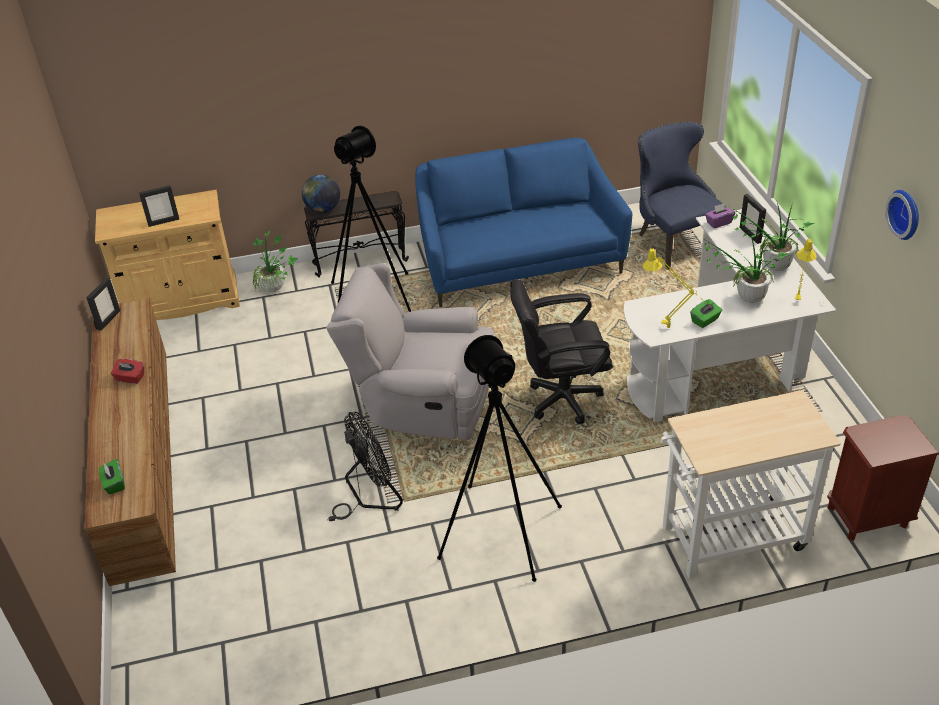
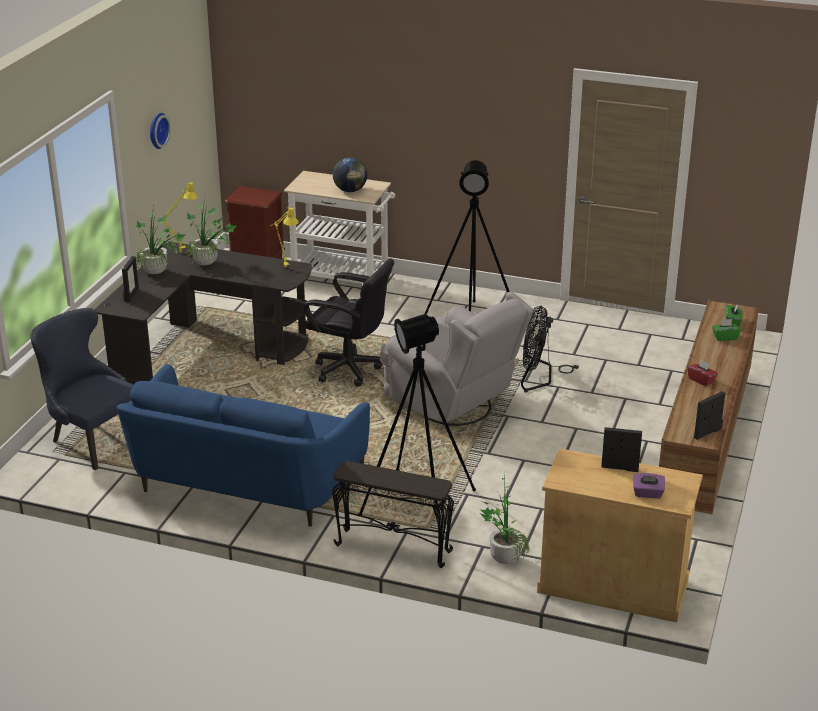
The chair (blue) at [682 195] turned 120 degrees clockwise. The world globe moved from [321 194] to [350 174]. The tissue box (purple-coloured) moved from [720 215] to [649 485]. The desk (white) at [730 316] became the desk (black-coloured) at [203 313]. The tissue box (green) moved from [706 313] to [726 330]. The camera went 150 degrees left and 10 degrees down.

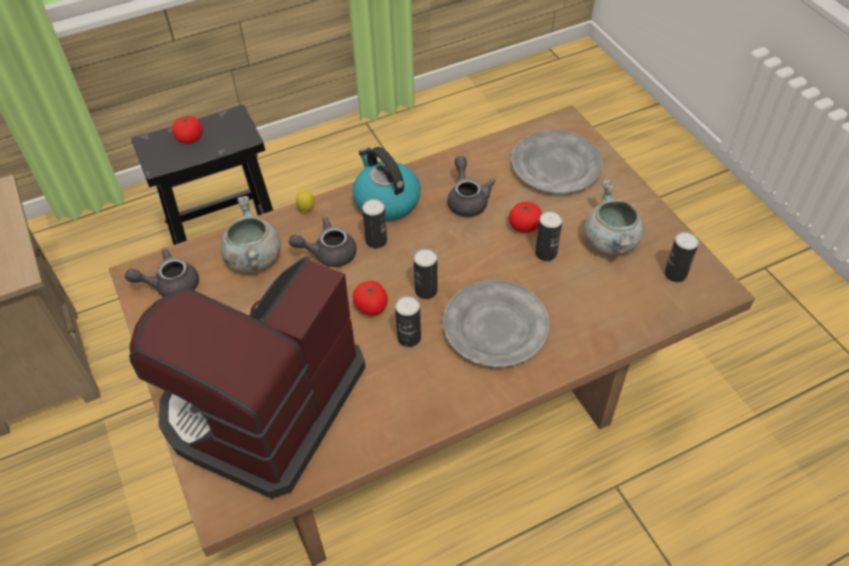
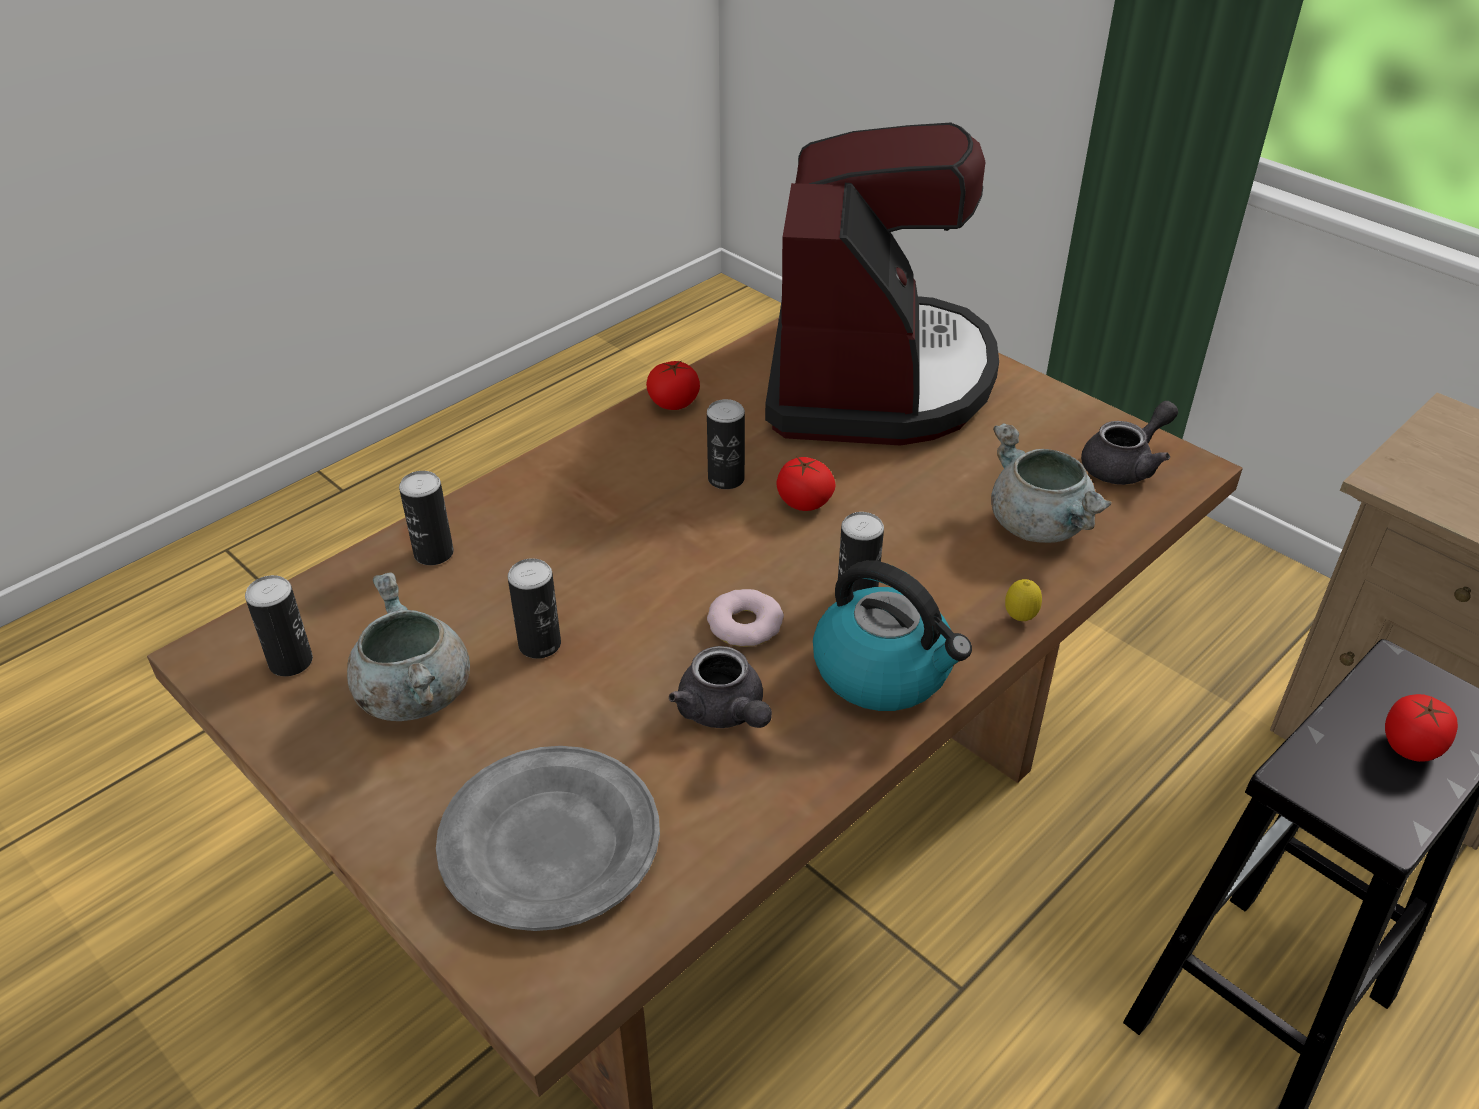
The fresh tomato moved from [525 217] to [673 385]. The pot for tea (greyish) at [323 241] disappeared. The can moved from [426 273] to [426 518]. The plate (greyish) at [496 323] disappeared. The ring doughnut at [745 618] appeared. The camera went 160 degrees right and 10 degrees down.

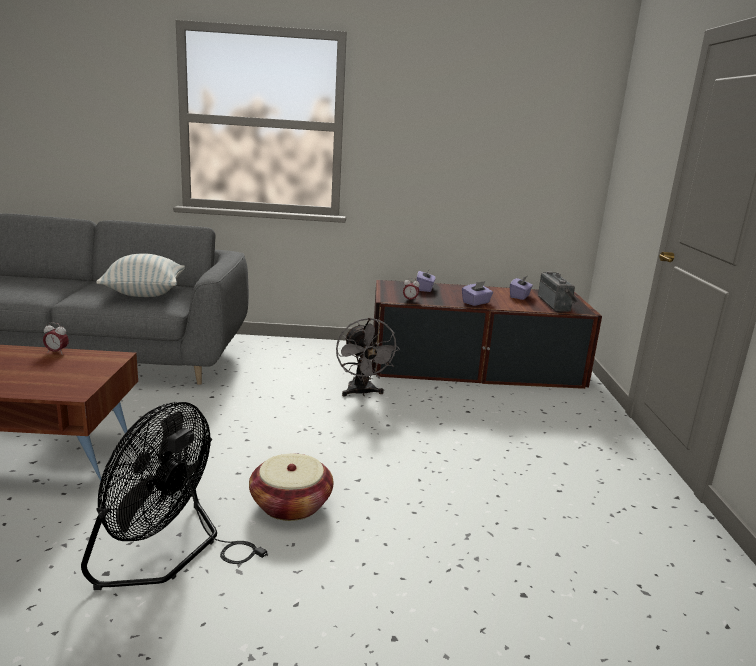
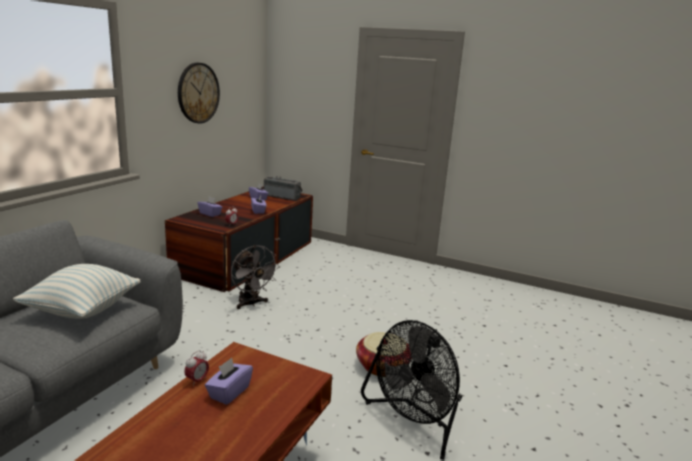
The fan (greyish) at [368 357] turned 45 degrees clockwise. The hanging clock at [199 93] appeared. The tissue box (purple-coloured) at [229 381] appeared. The camera went 65 degrees left and 0 degrees up.

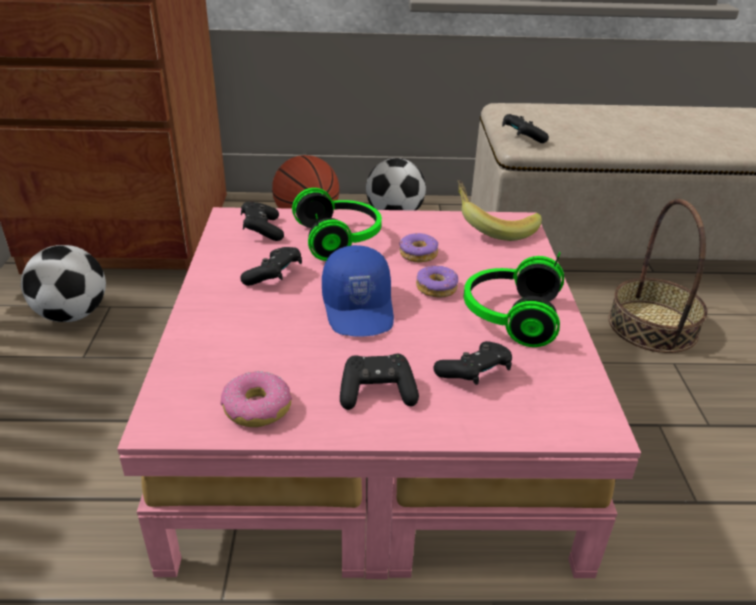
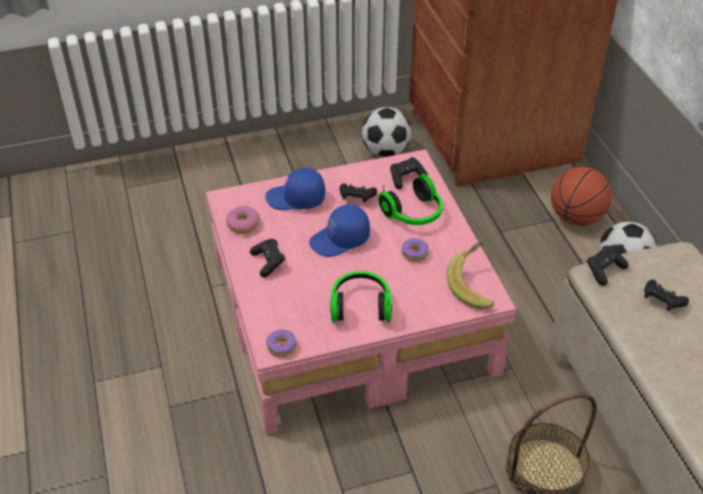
The ring doughnut moved from [437 281] to [281 343]. The gamepad (black-coloured) moved from [473 363] to [666 295]. The cap (blue) at [295 189] appeared. The camera went 75 degrees right and 10 degrees up.

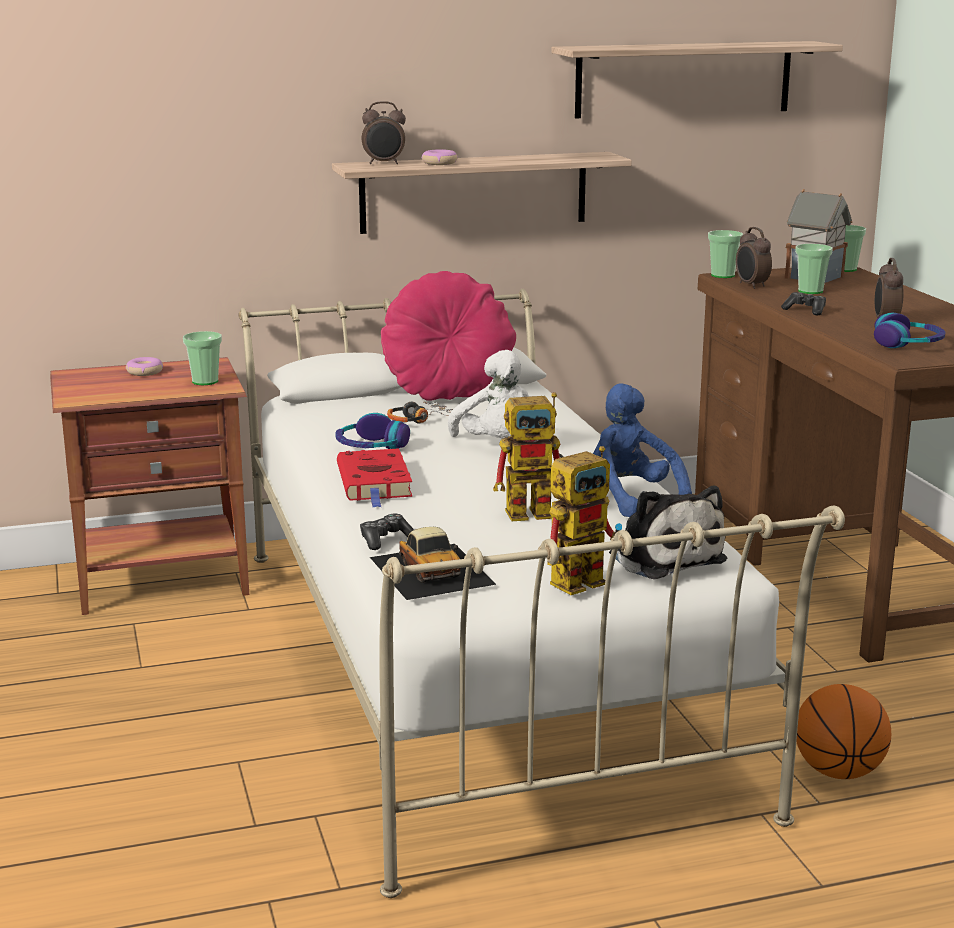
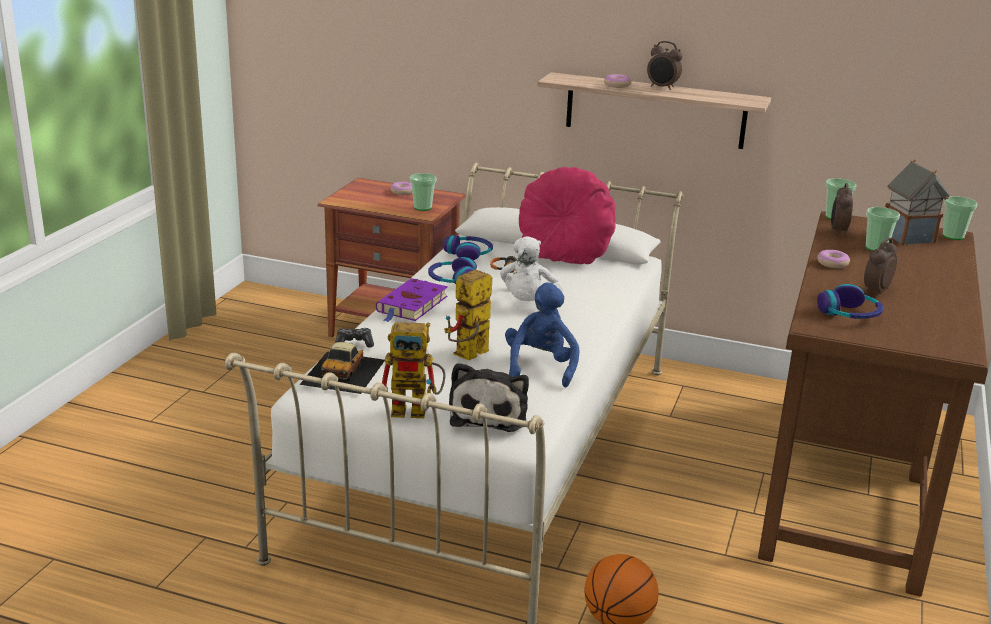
The wall shelf at [697 79] disappeared. The bedside clock moved from [384 132] to [664 65]. The gamepad at [803 303] was replaced by the ring doughnut at [833 259]. The model robot at [528 456] turned 105 degrees clockwise. The bound book (red) at [374 477] became the bound book (purple-coloured) at [412 300]. The pair of headphones at [468 247] appeared. The camera went 35 degrees right and 5 degrees up.

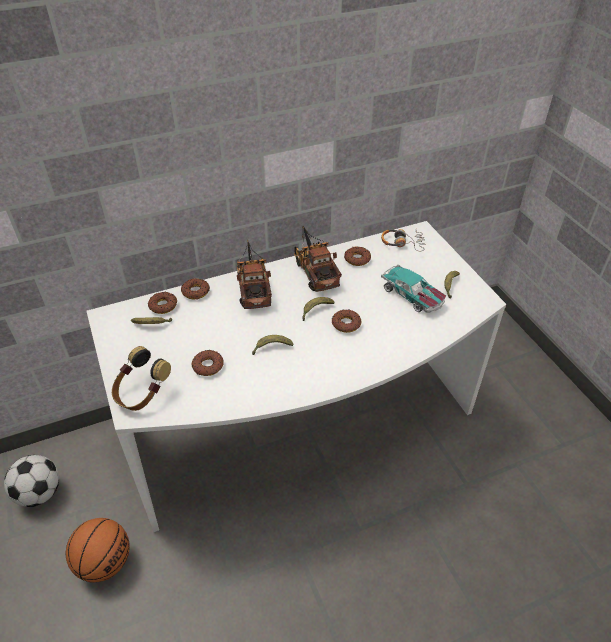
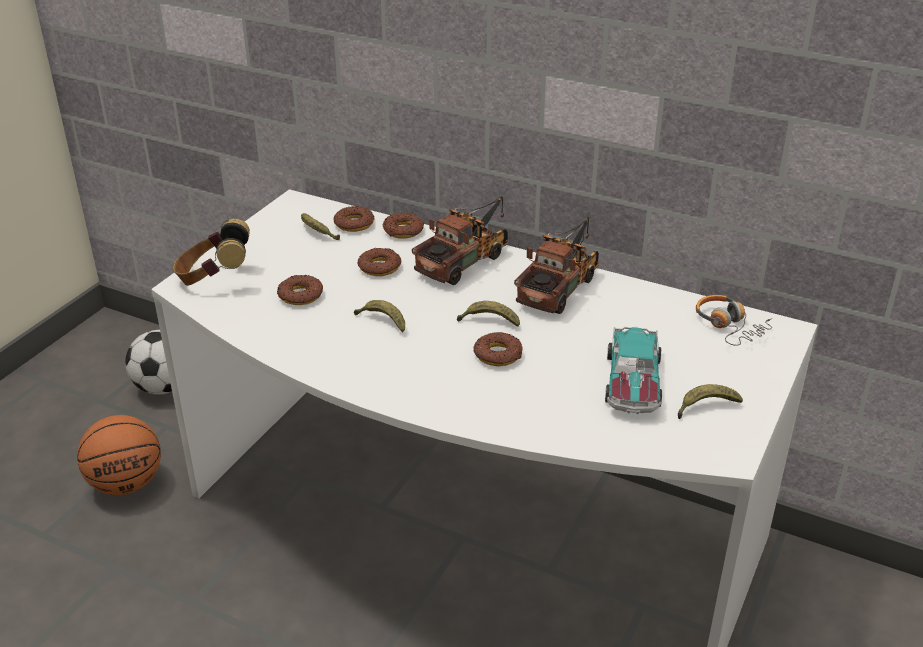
The ring doughnut moved from [357 256] to [379 262]. The camera went 50 degrees right and 10 degrees down.

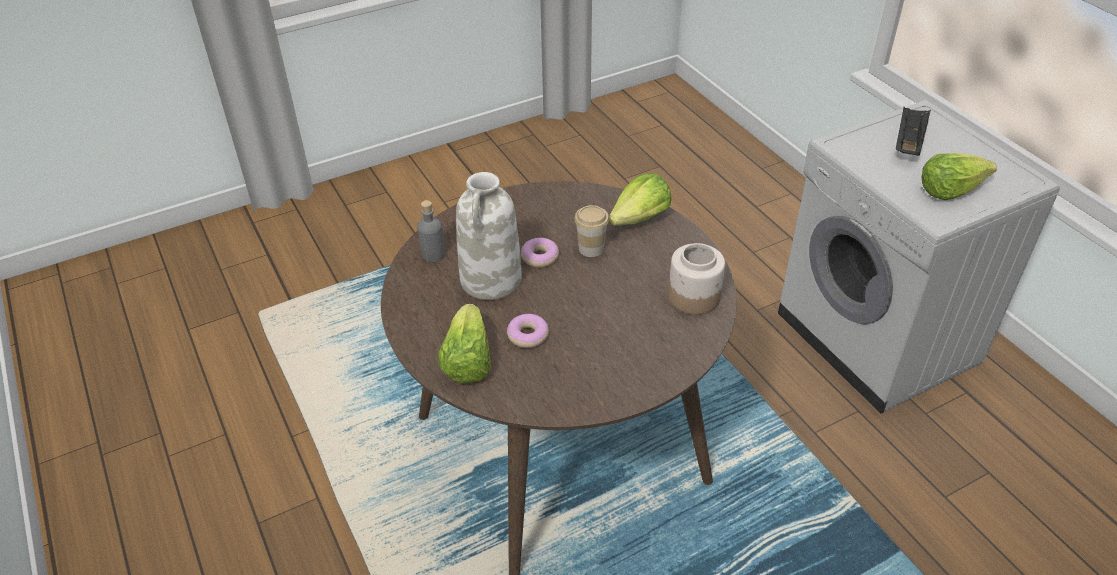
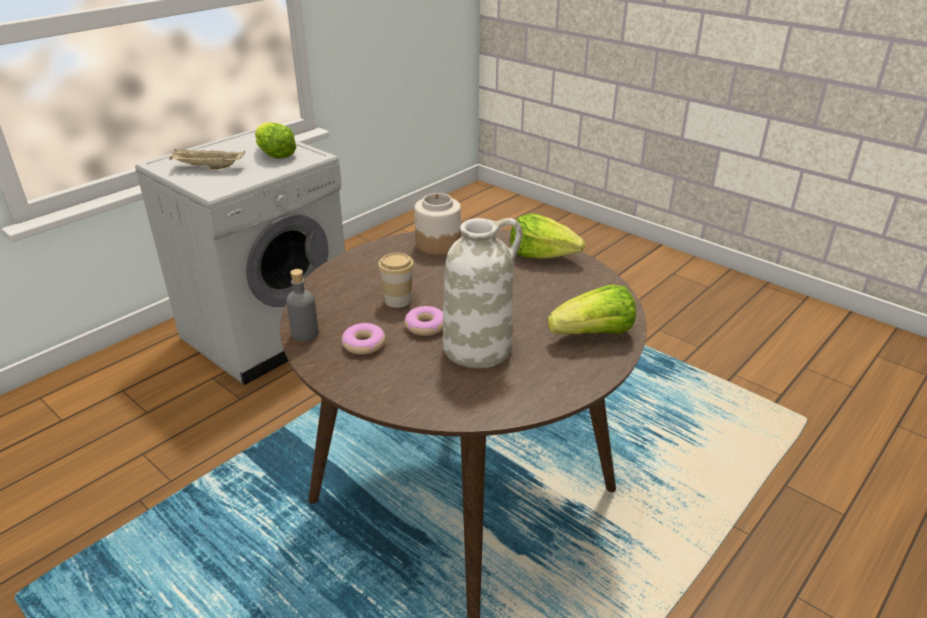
The carrying tray (black-coloured) at [913 131] became the carrying tray (beige) at [207 159]. The lettuce moved from [640 199] to [547 236]. The drink bottle (greyish) moved from [431 231] to [302 305]. The ring doughnut moved from [528 331] to [363 339]. The camera went 110 degrees left and 10 degrees down.

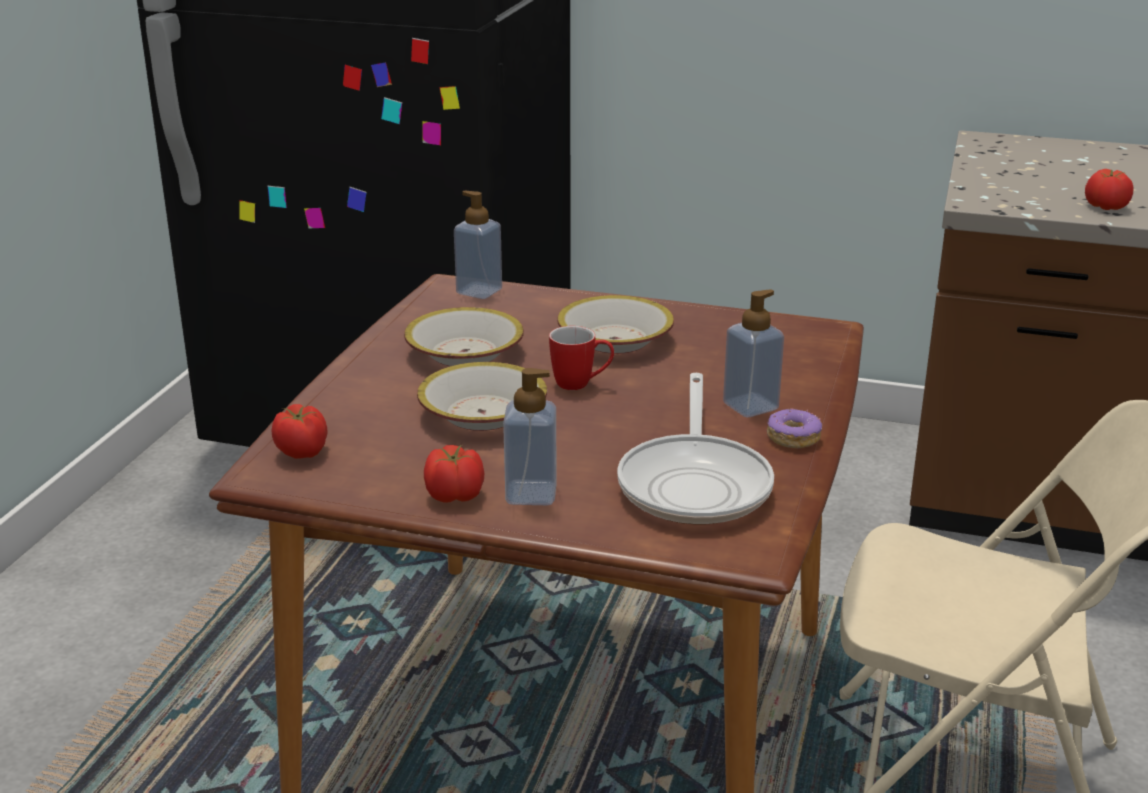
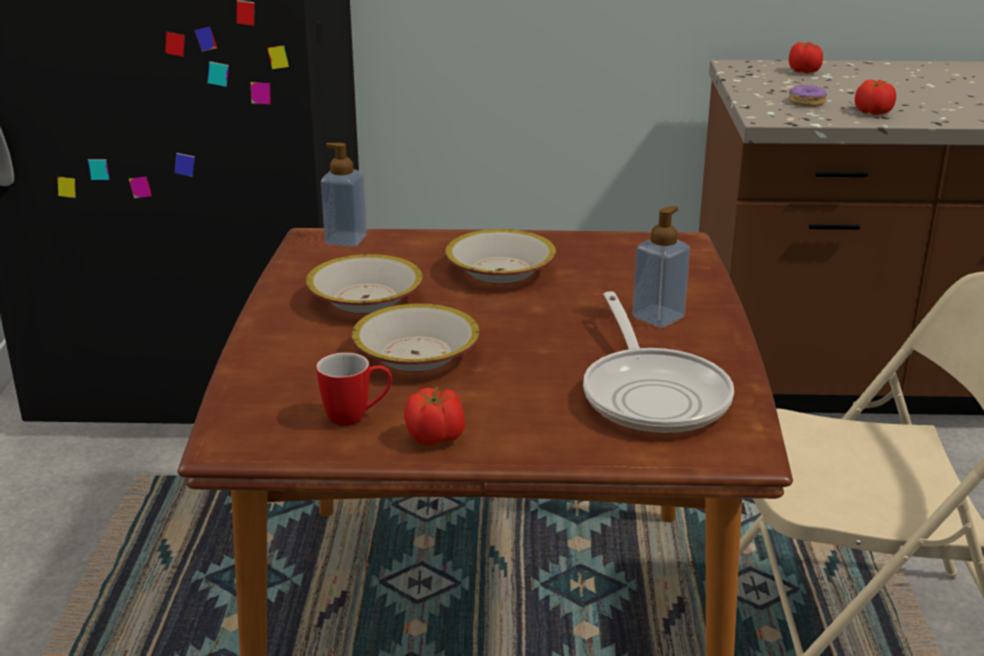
The tea mug moved from [581 358] to [354 389]. The soap dispenser at [530 436] disappeared. The fresh tomato moved from [299 431] to [806 58]. The ring doughnut moved from [794 428] to [808 95]. The camera went 15 degrees left and 0 degrees up.

